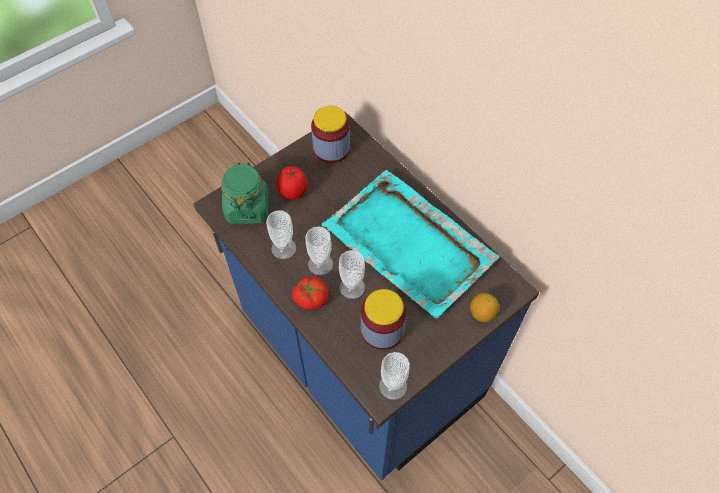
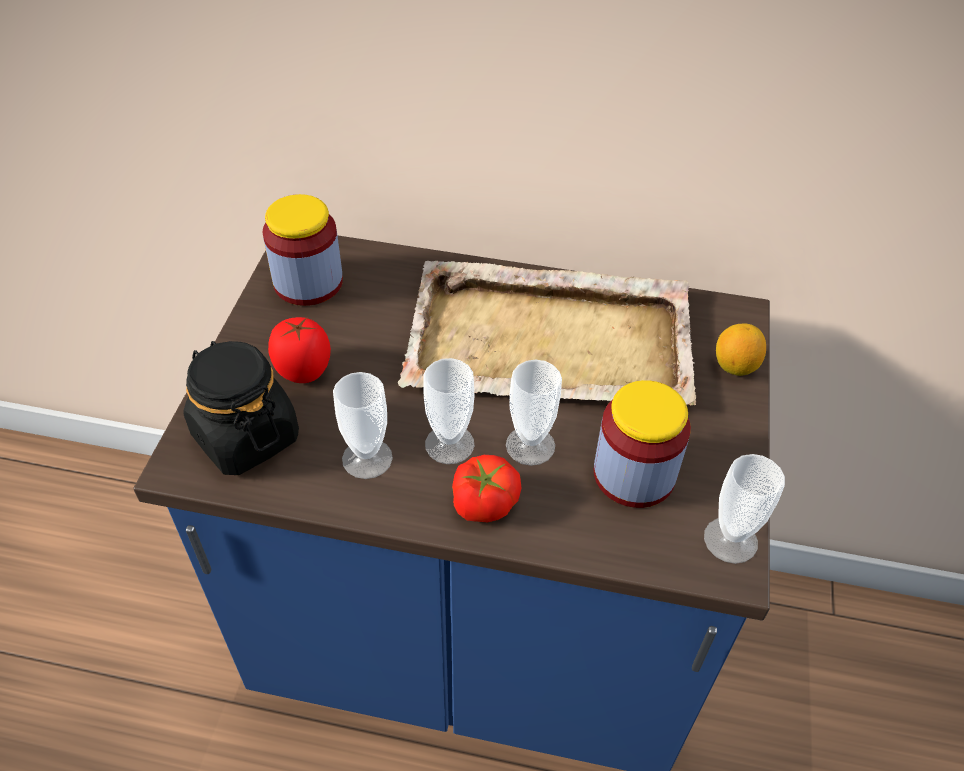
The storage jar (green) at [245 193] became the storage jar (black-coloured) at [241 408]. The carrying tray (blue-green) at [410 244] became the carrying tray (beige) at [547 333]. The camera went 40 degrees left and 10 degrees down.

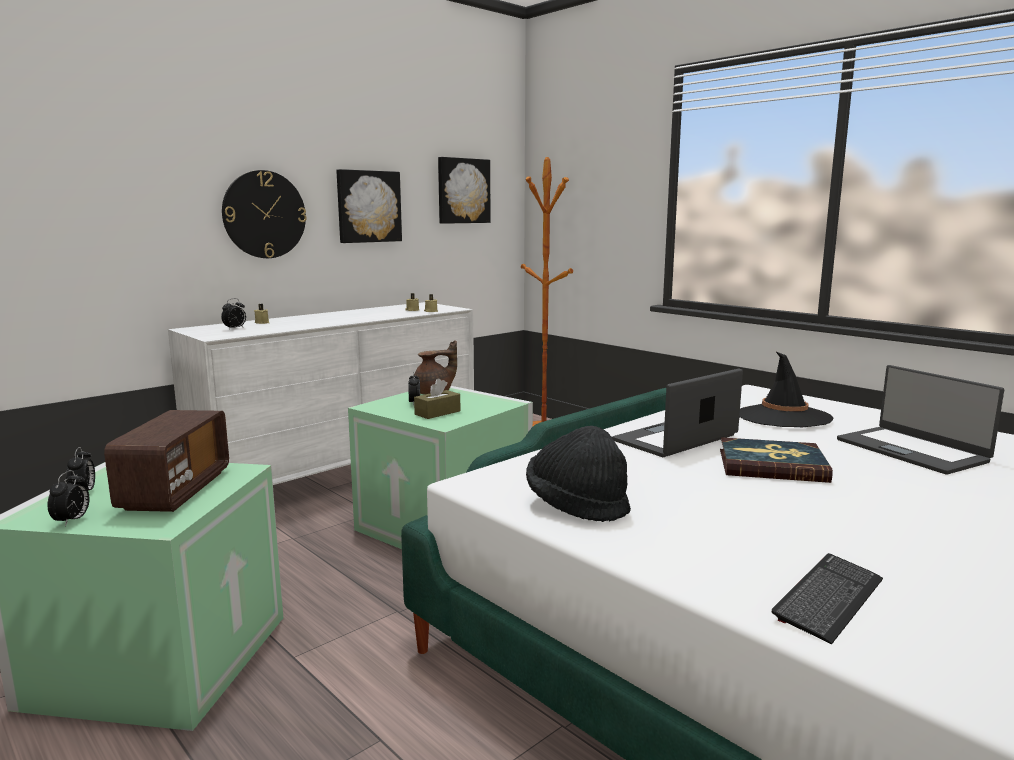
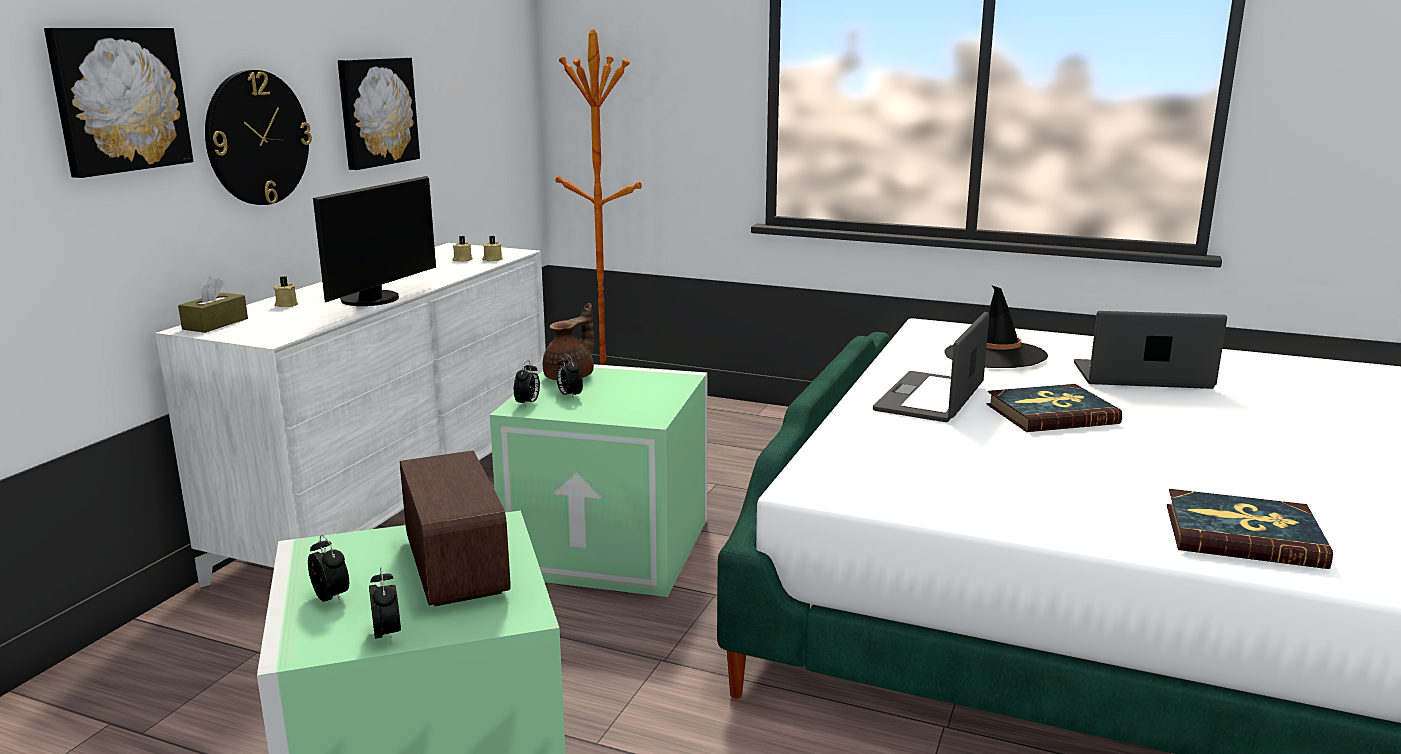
The wall picture moved from [464 190] to [118 103]. The bedside clock moved from [233 314] to [527 383]. The laptop at [920 420] turned 150 degrees clockwise. The tissue box (brown) moved from [437 398] to [213 304]. The clothing hat (black-coloured) at [578 474] disappeared. The keyboard at [827 598] was replaced by the bound book at [1250 529]. The computer screen at [374 241] appeared. The camera went 25 degrees left and 5 degrees up.

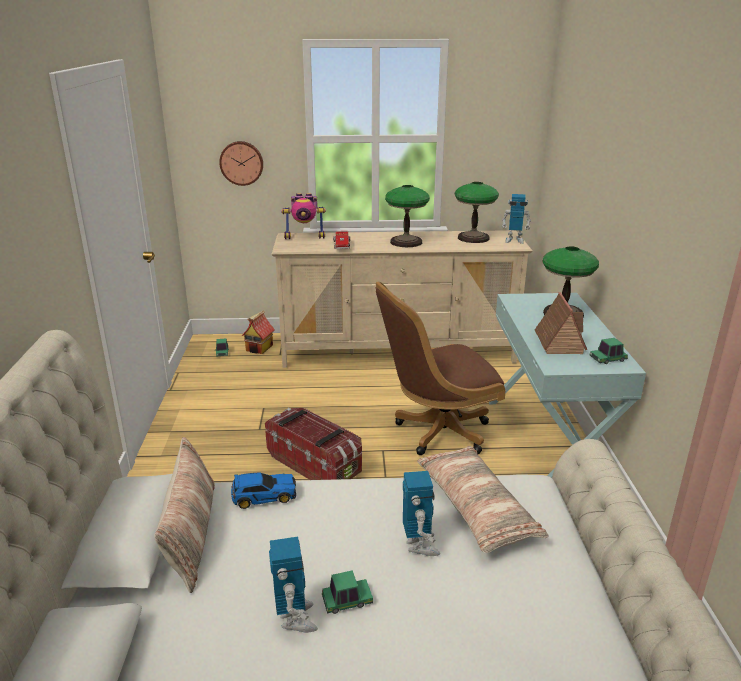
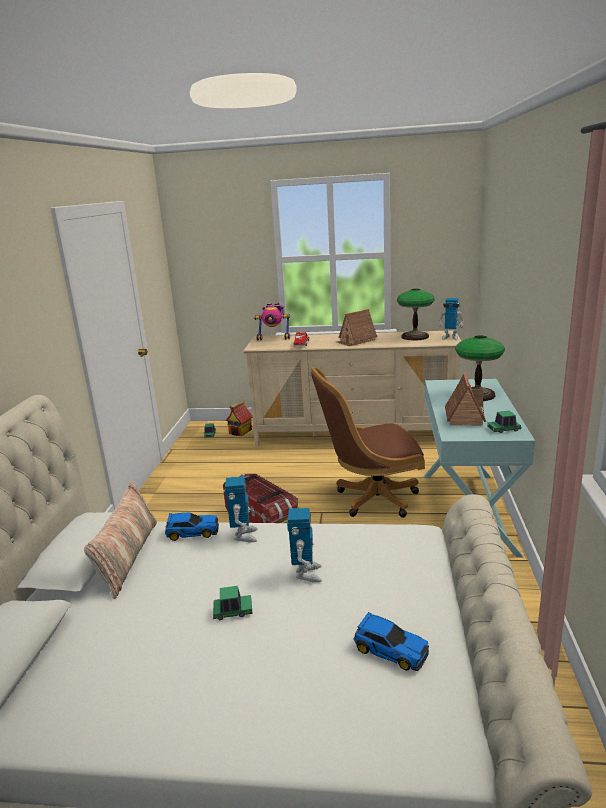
The hanging clock at [241 163] disappeared. The lamp for a table at [407 216] was replaced by the miniature house at [357 327]. The throw pillow at [483 499] disappeared. The model robot moved from [293 585] to [241 509]. The model car at [391 641] appeared. The camera went 10 degrees right and 5 degrees down.

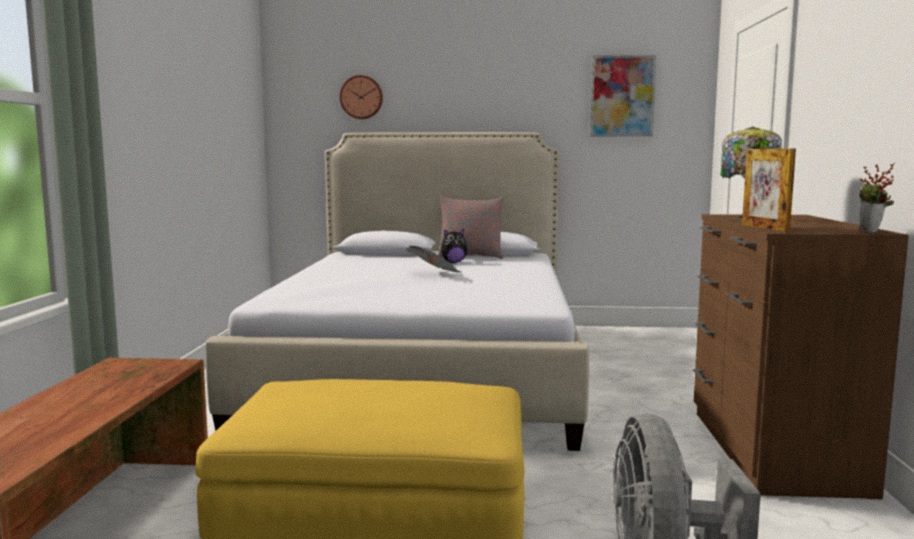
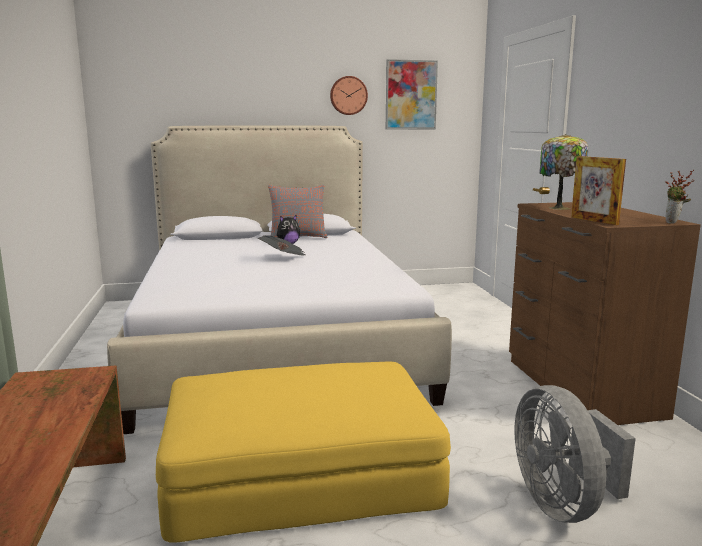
The hanging clock moved from [361 97] to [349 95]. The camera went 15 degrees left and 5 degrees up.

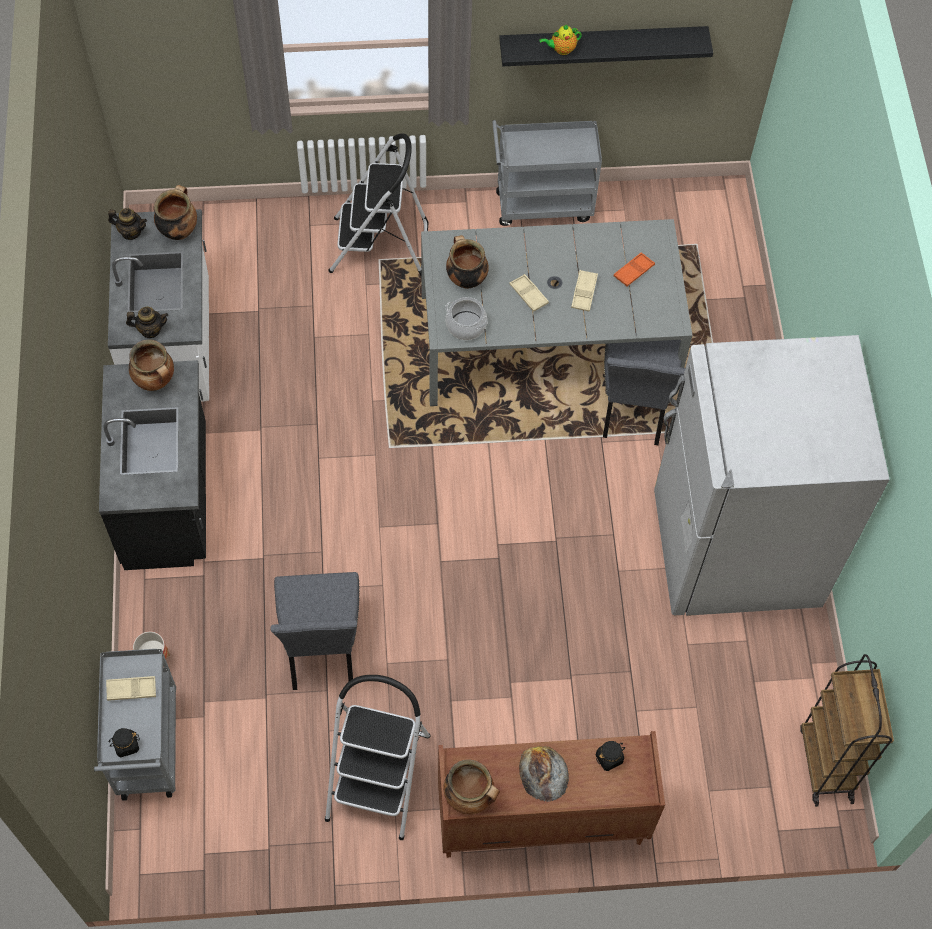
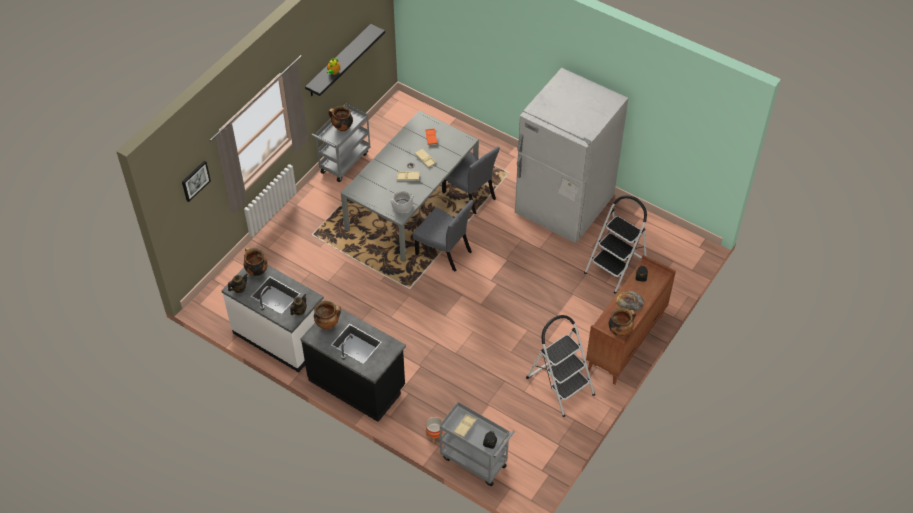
The step ladder moved from [378 205] to [615 244]. The stockpot moved from [467 262] to [340 118]. The chair (greyish) moved from [315 631] to [443 235]. The wheeled cart (brown) at [847 730] disappeared. The wall picture at [196 181] appeared. The camera went 50 degrees left and 10 degrees down.

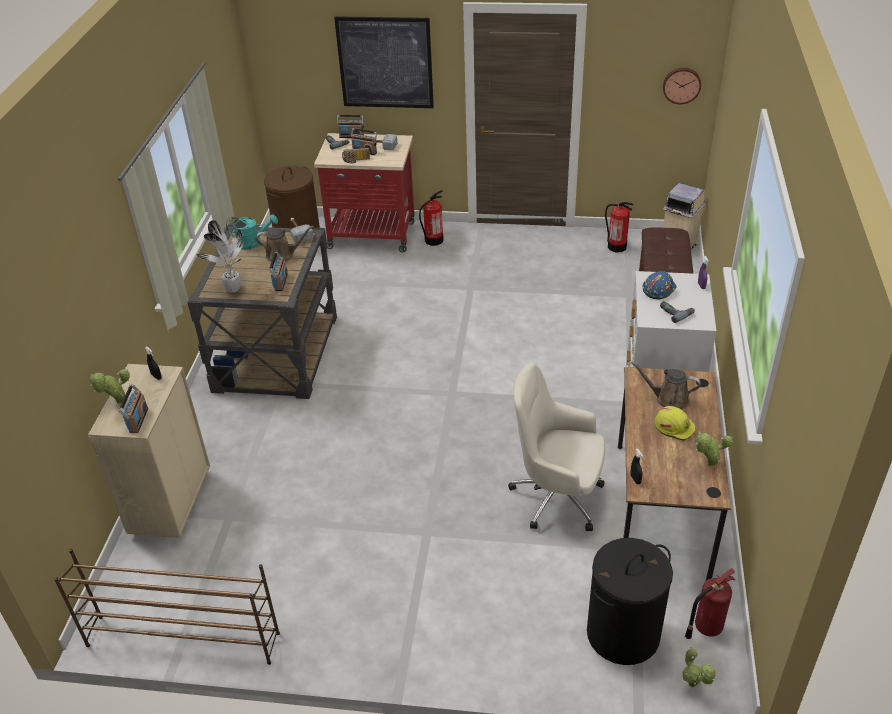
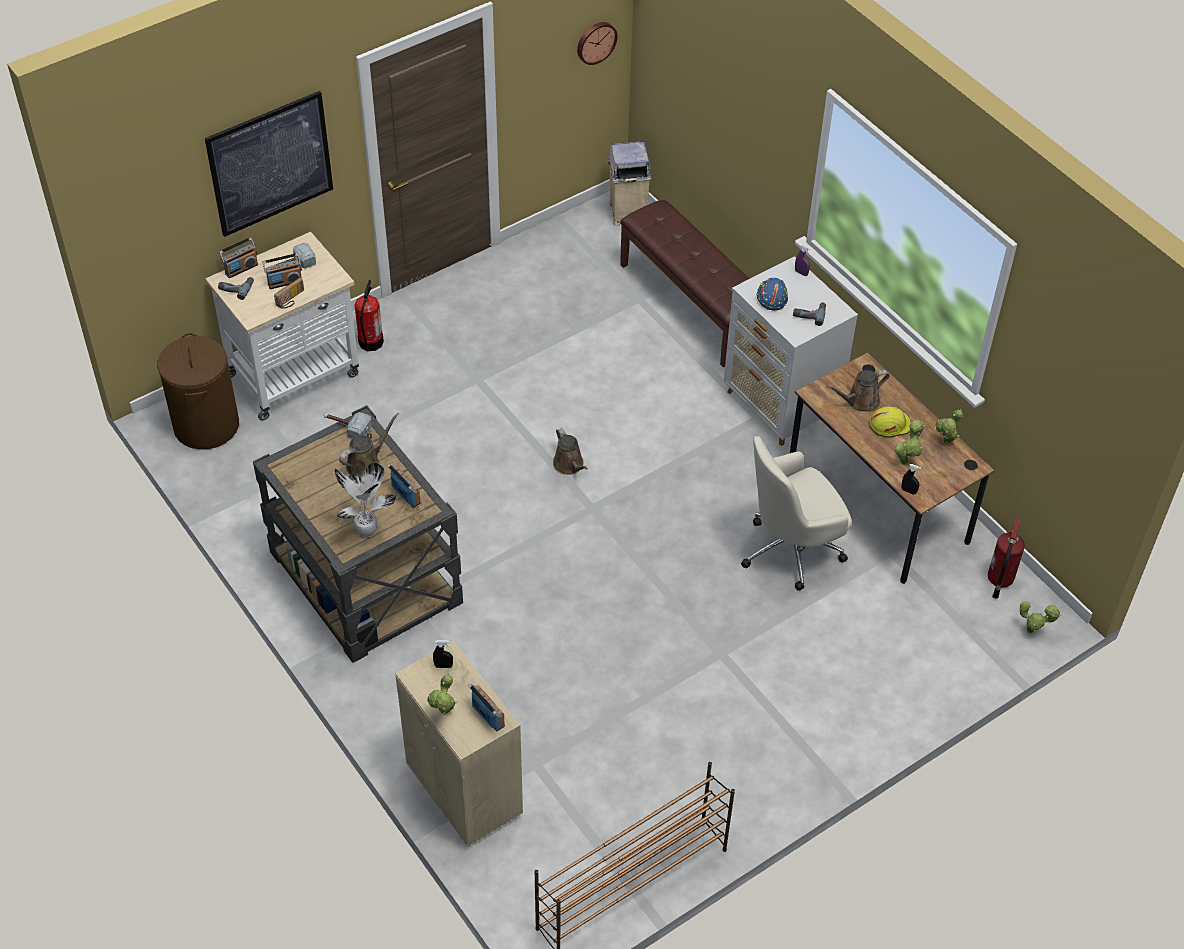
The wheeled cart (red) at [364 193] became the wheeled cart (white) at [282 326]. The extinguisher at [619 227] disappeared. The watering can (blue-green) at [252 232] disappeared. The laundry basket (black-coloured) at [630 601] disappeared. The potted plant at [910 442] appeared. The watering can (brown) at [570 451] appeared. The camera went 45 degrees left and 10 degrees up.

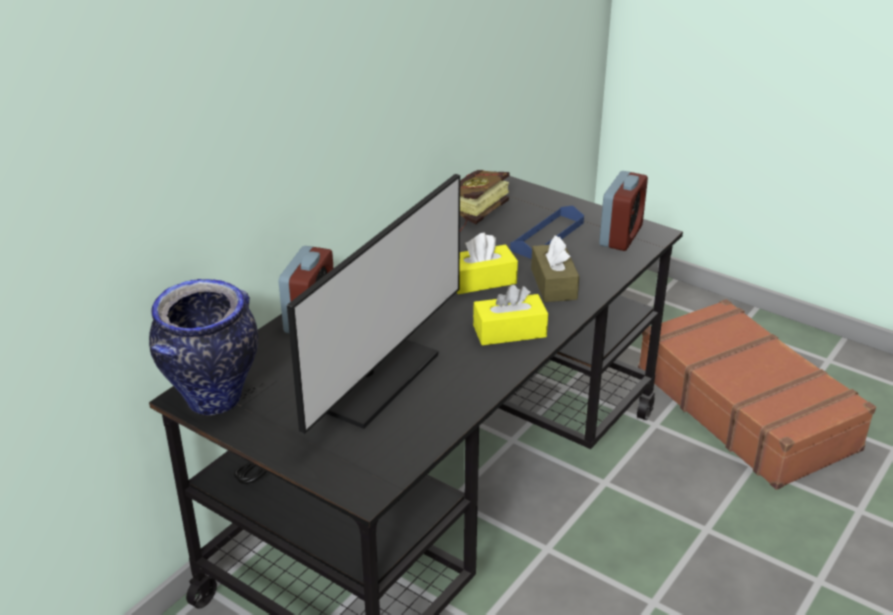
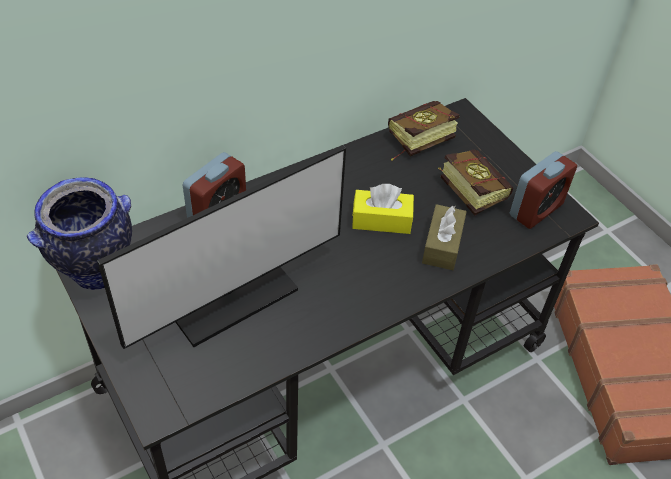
The carrying tray (blue) at [547 232] was replaced by the bound book at [476 182]. The tissue box (yellow) at [510 315] disappeared. The camera went 20 degrees right and 15 degrees up.

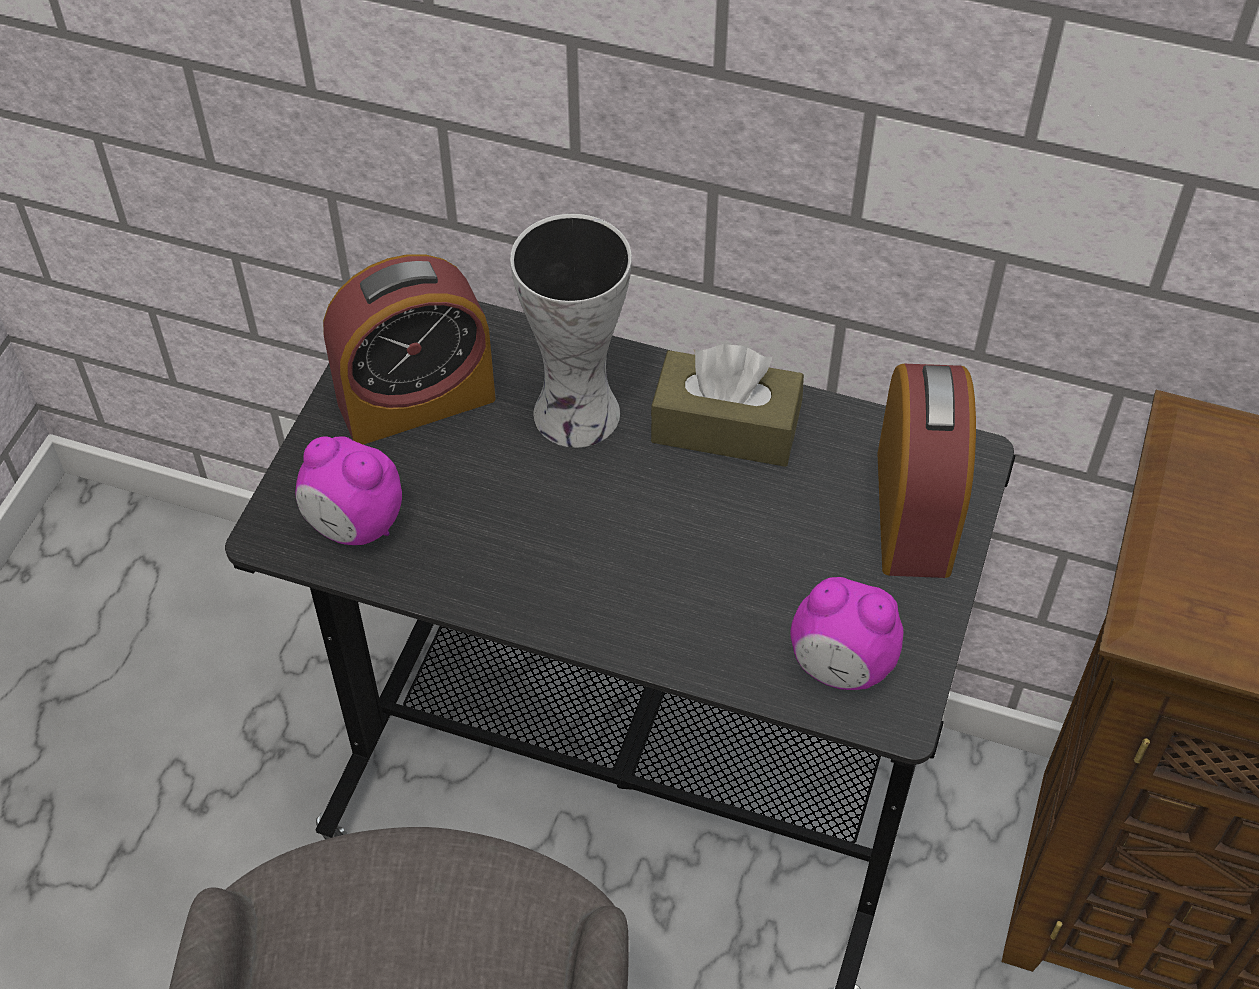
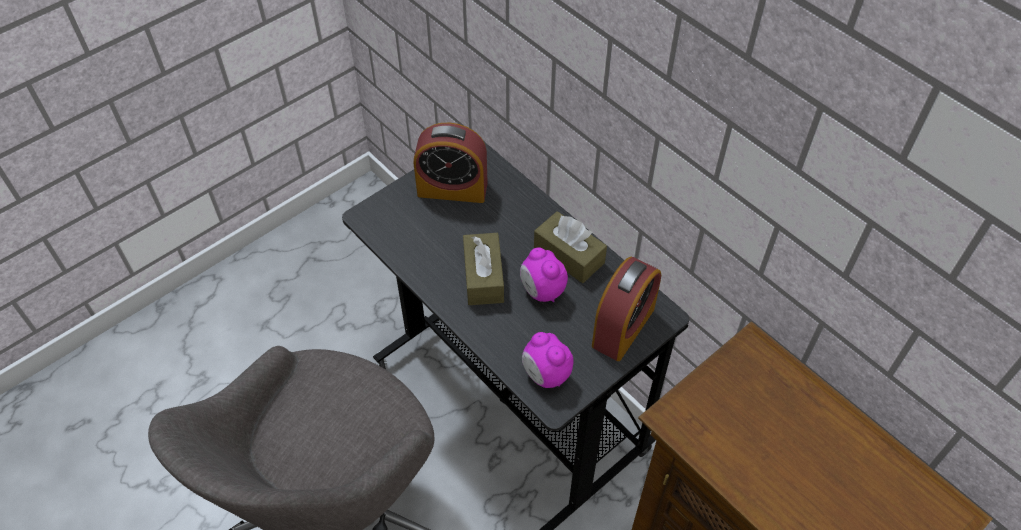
The vase at [571 331] disappeared. The bedside clock moved from [348 490] to [544 274]. The tissue box (brown) at [483 269] appeared. The camera went 30 degrees right and 0 degrees up.

